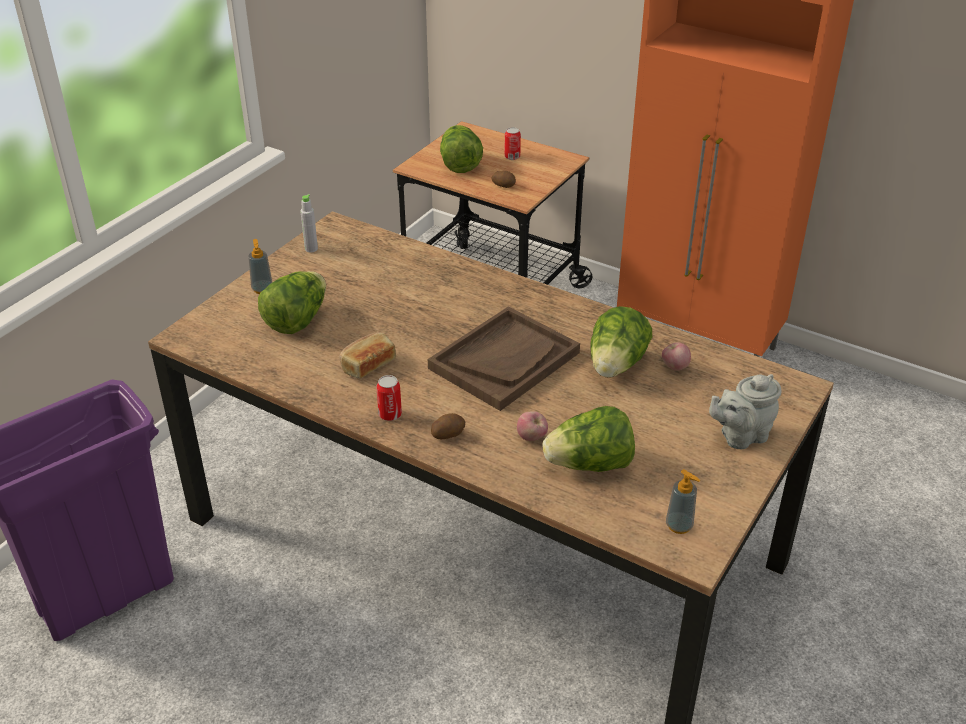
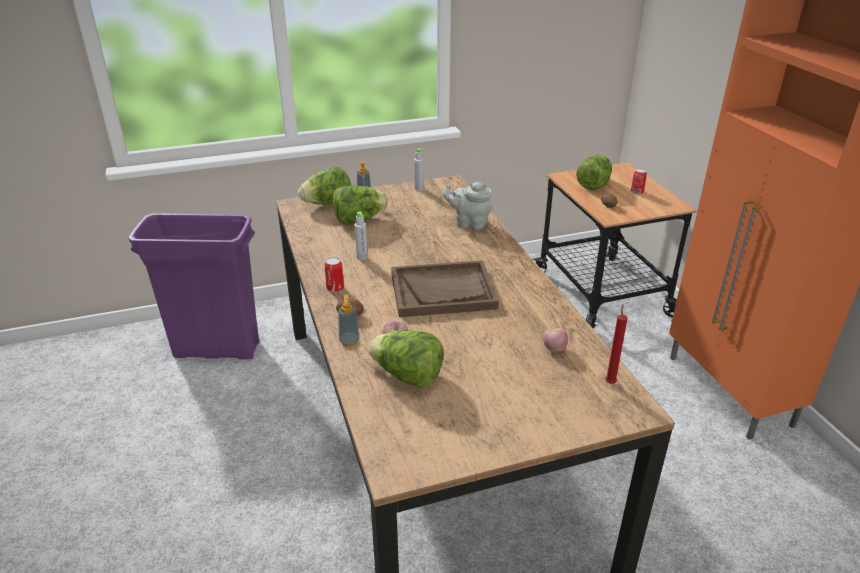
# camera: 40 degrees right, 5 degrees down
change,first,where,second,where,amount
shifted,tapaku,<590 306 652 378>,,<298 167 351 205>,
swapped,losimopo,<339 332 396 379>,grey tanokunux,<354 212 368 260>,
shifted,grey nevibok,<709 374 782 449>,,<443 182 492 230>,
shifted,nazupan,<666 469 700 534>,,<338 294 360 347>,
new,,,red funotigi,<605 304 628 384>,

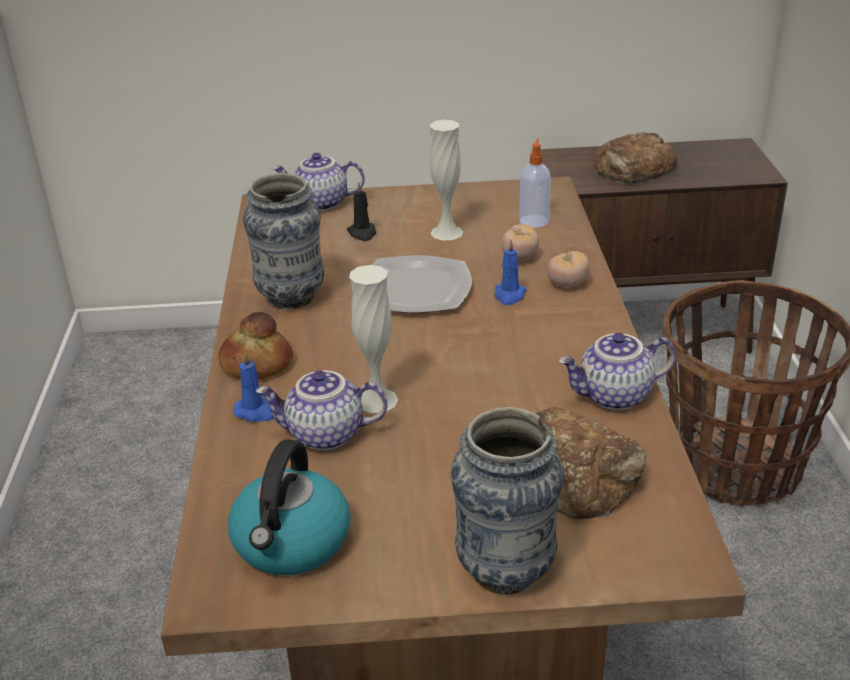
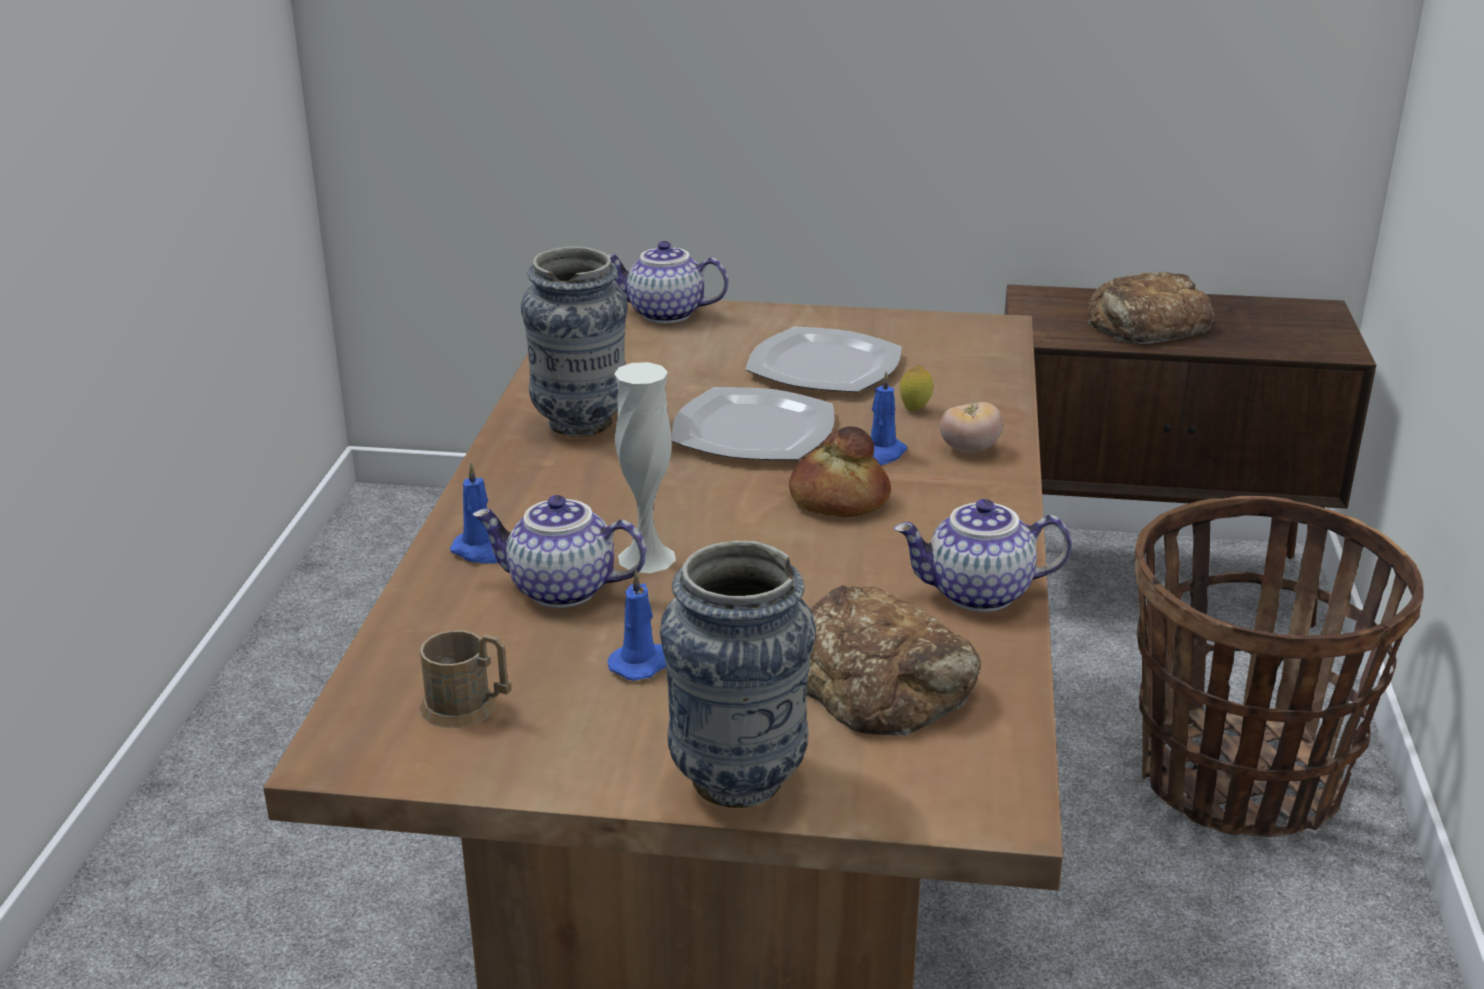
# camera: 10 degrees right, 5 degrees down
change,first,where,second,where,amount
swapped,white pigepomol,<430 120 463 241>,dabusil,<745 327 902 392>,
gone,nazupan,<519 138 551 228>,,,
gone,black funotigi,<347 181 376 241>,,,
swapped,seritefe,<501 224 539 261>,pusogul,<900 365 933 411>,
shifted,losimopo,<218 312 293 379>,,<789 426 891 517>,
swapped,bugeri,<228 440 350 575>,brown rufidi,<420 630 512 728>,
new,,,blue funotigi,<607 569 666 681>,

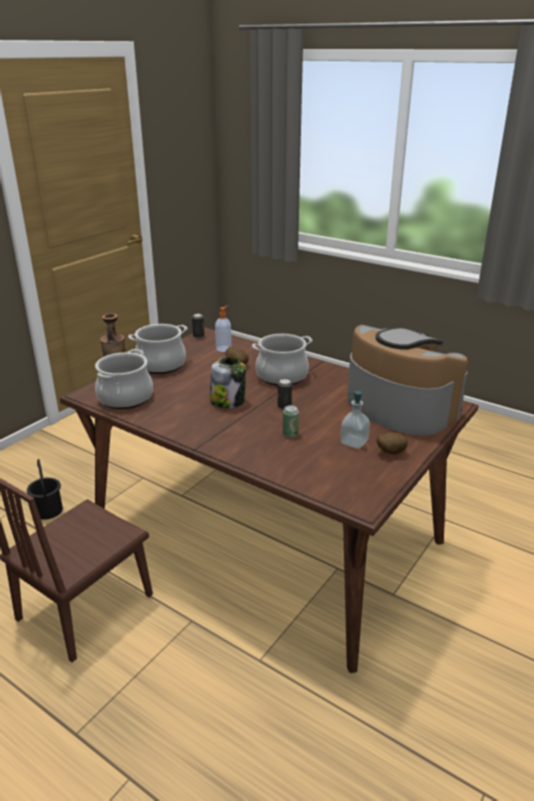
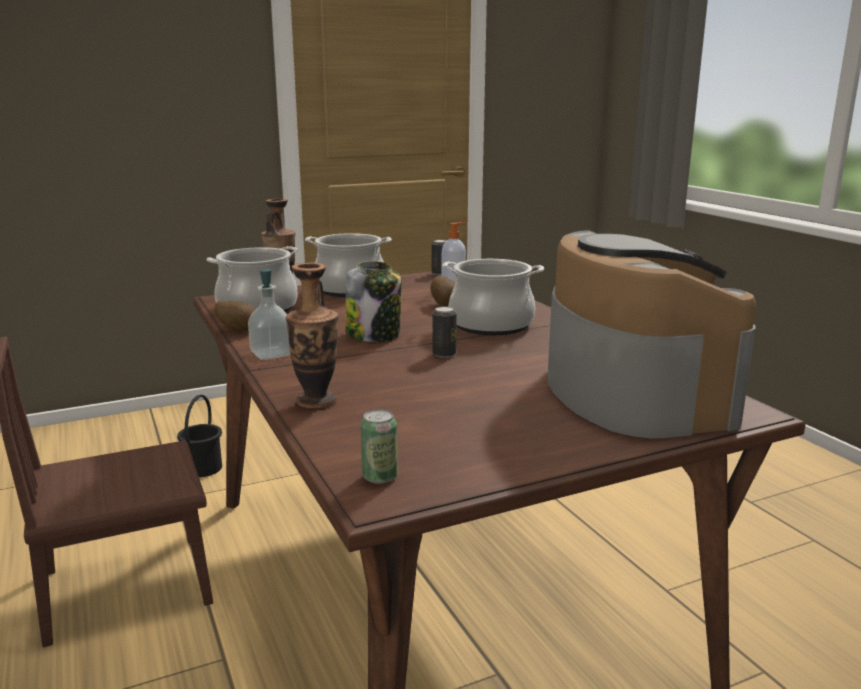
# camera: 30 degrees right, 10 degrees down
change,first,where,second,where,amount
shifted,nazupan,<340 391 370 449>,,<248 269 291 360>,
shifted,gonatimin,<283 405 299 437>,,<360 409 398 484>,
shifted,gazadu,<377 432 408 454>,,<215 301 256 332>,
new,,,pigepomol,<286 263 338 409>,

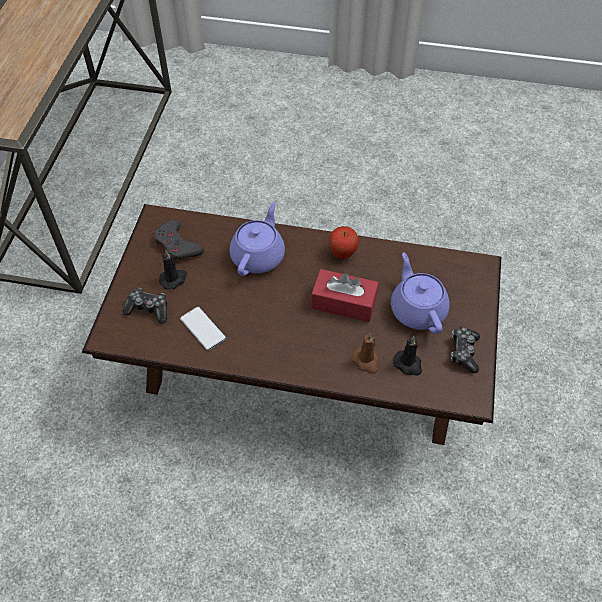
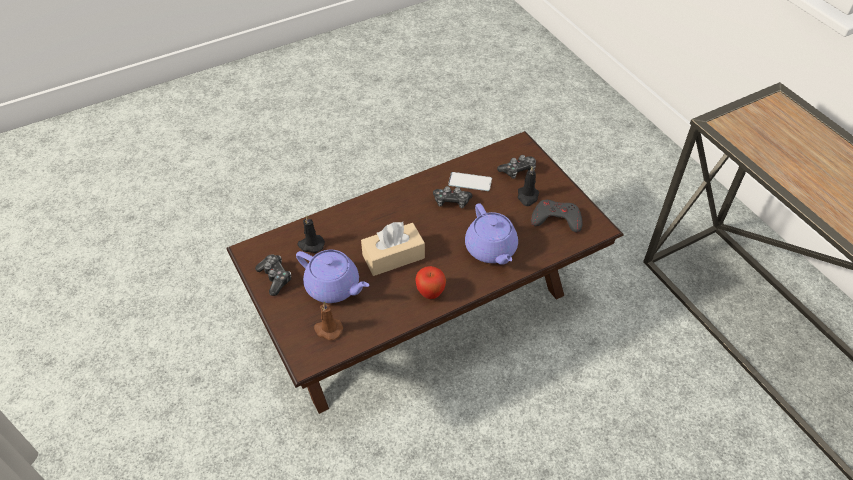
# camera: 140 degrees right, 5 degrees down
change,first,where,second,where,amount
repainted,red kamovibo,<311 269 379 322>,beige kamovibo,<361 222 425 276>,
shifted,brown funotigi,<352 333 380 374>,,<314 302 343 341>,
new,,,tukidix,<433 186 473 208>,

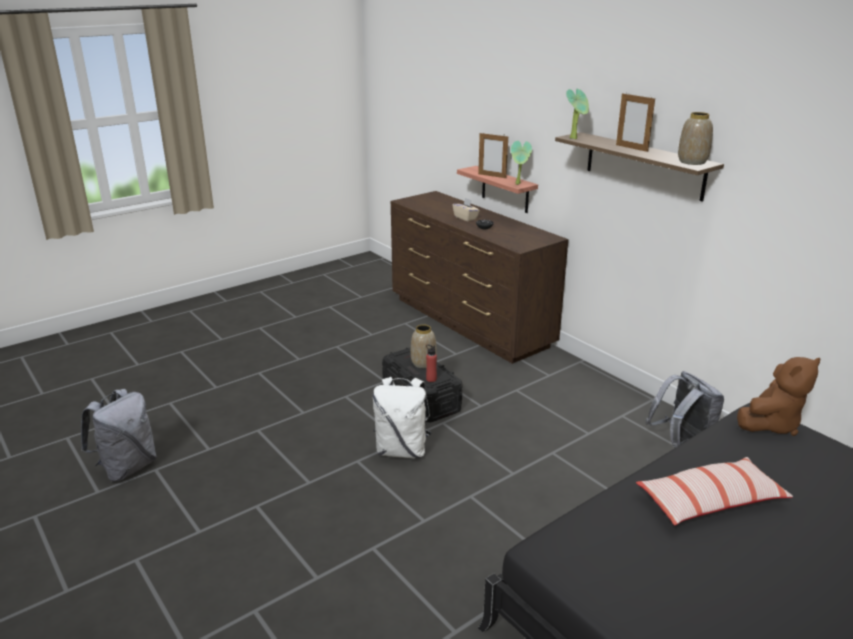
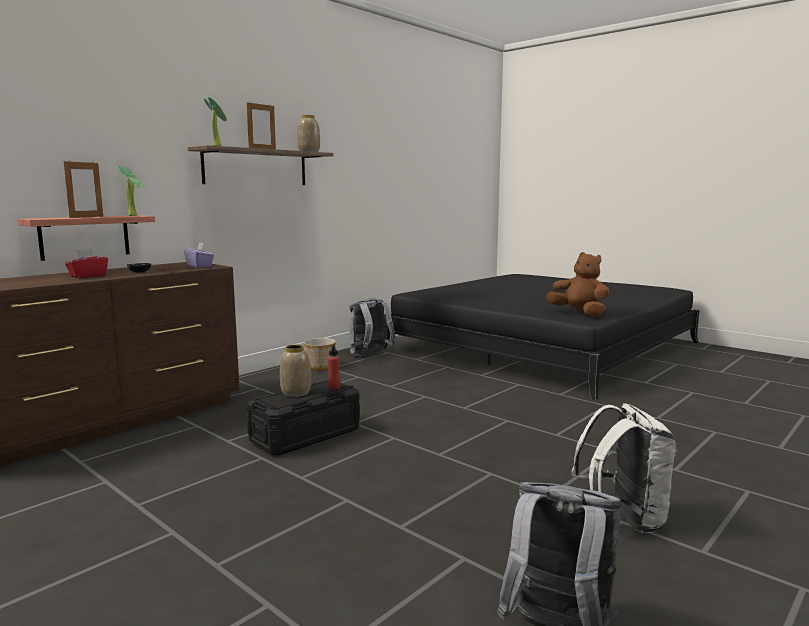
# camera: 100 degrees left, 15 degrees down
change,first,where,second,where,amount
repainted,beige kamovibo,<453 198 480 221>,red kamovibo,<65 249 108 278>,
shifted,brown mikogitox,<737 357 821 436>,,<547 252 609 317>,
shifted,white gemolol,<373 377 432 458>,,<571 403 677 533>,
gone,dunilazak,<636 457 793 525>,,,
new,,,purple kamovibo,<184 242 214 268>,
new,,,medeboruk,<304 338 336 370>,

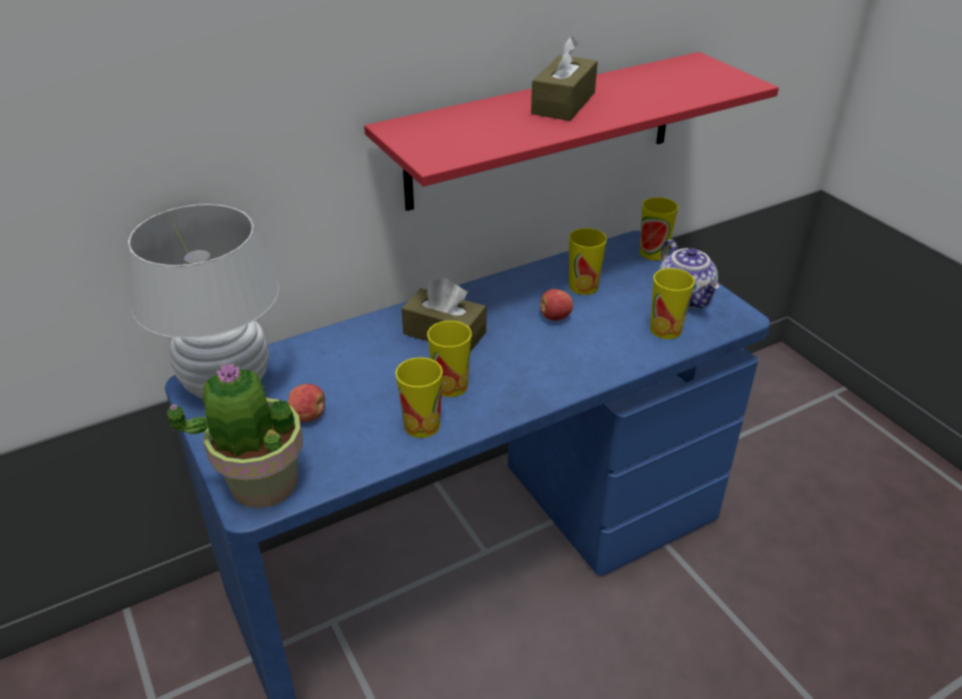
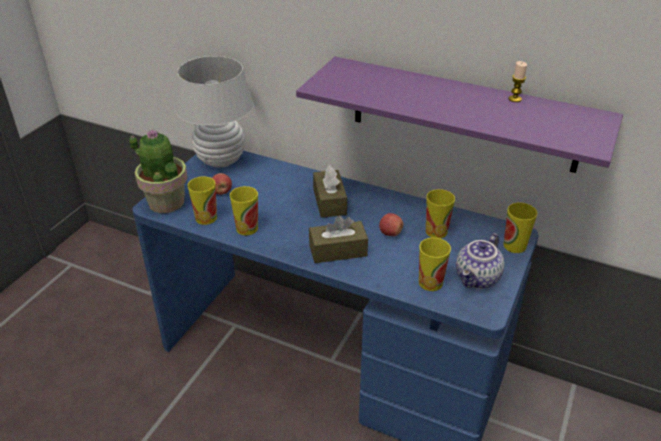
# camera: 55 degrees right, 0 degrees up
change,first,where,second,where,amount
shifted,brown kamovibo,<531 36 598 121>,,<309 216 368 263>,
repainted,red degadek,<364 52 779 211>,purple degadek,<296 57 623 173>,
shifted,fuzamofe,<427 321 472 397>,,<187 177 217 225>,
new,,,funotigi,<508 61 527 102>,

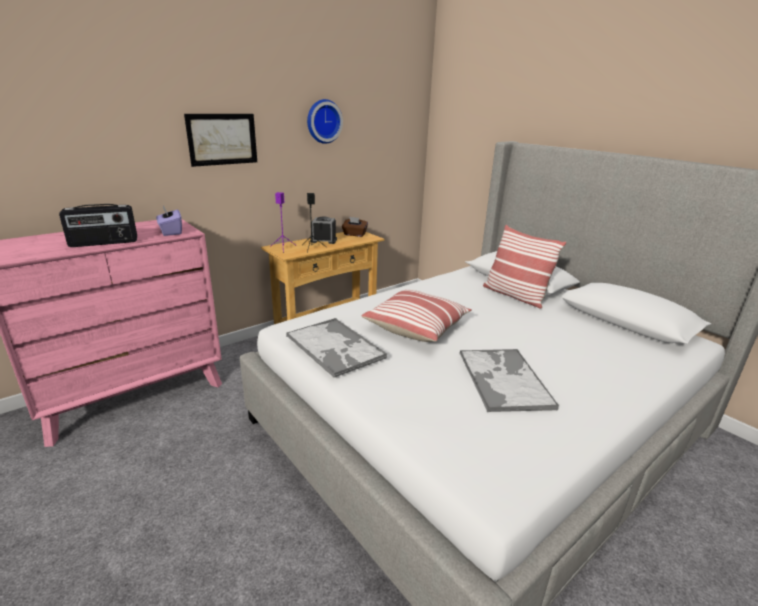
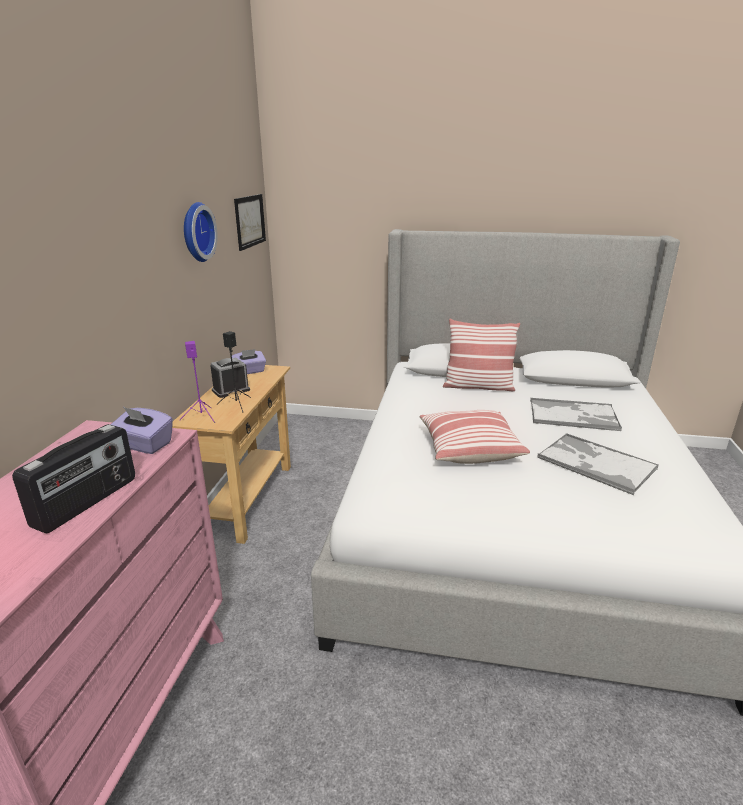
# camera: 40 degrees left, 0 degrees up
change,first,where,second,where,amount
shifted,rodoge,<184 114 257 167>,,<234 194 266 251>,
repainted,brown kamovibo,<342 217 368 237>,purple kamovibo,<232 349 266 374>,
shifted,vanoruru,<286 318 387 378>,,<530 398 622 431>,

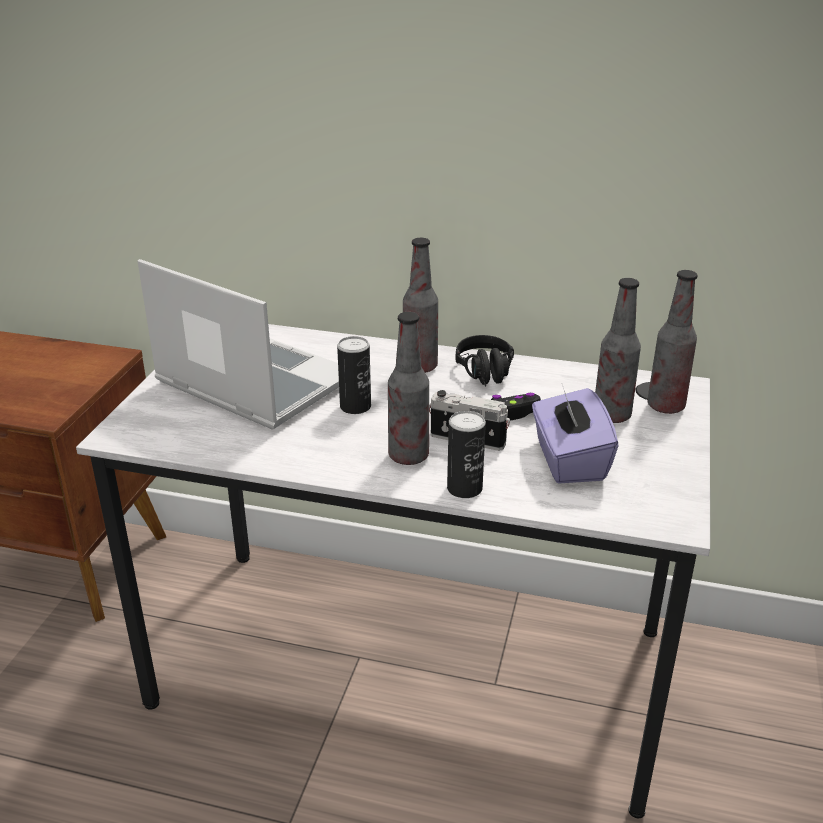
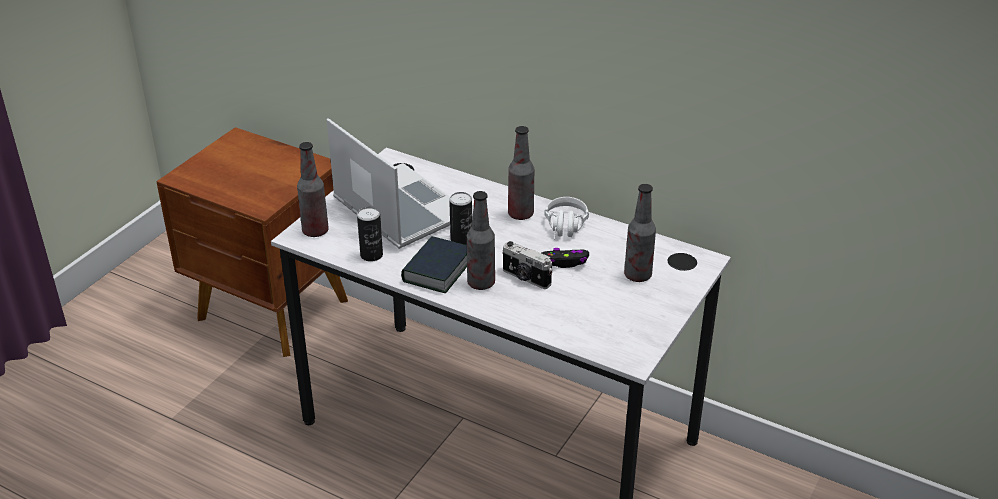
# camera: 15 degrees right, 5 degrees up
change,first,where,second,where,amount
shifted,tanokunux,<647 270 698 414>,,<297 142 329 237>,
repainted,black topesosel,<455 335 514 387>,white topesosel,<545 197 589 240>,
gone,purple kamovibo,<532 384 619 484>,,,
shifted,gonatimin,<447 411 486 498>,,<357 207 383 262>,
new,,,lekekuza,<401 236 467 293>,

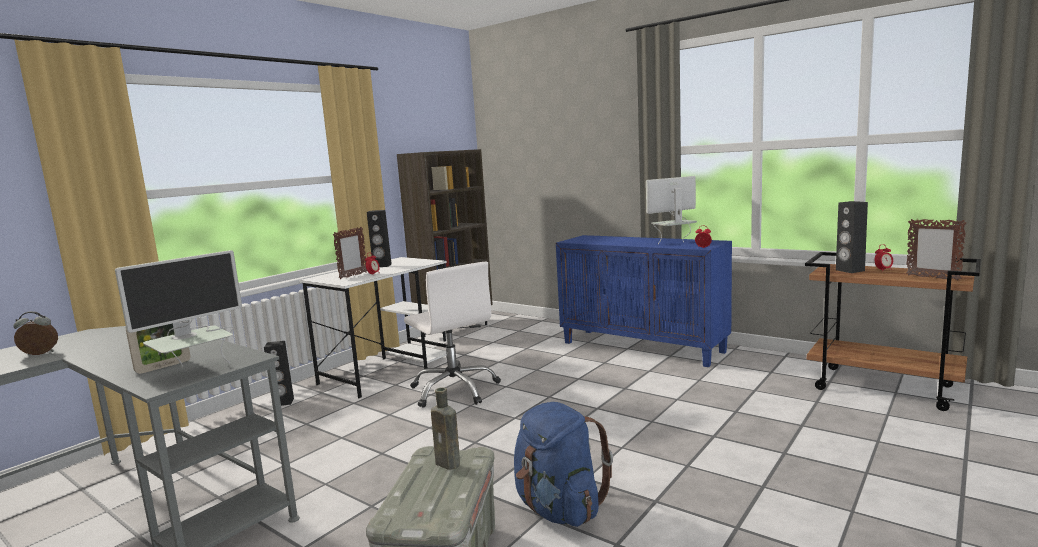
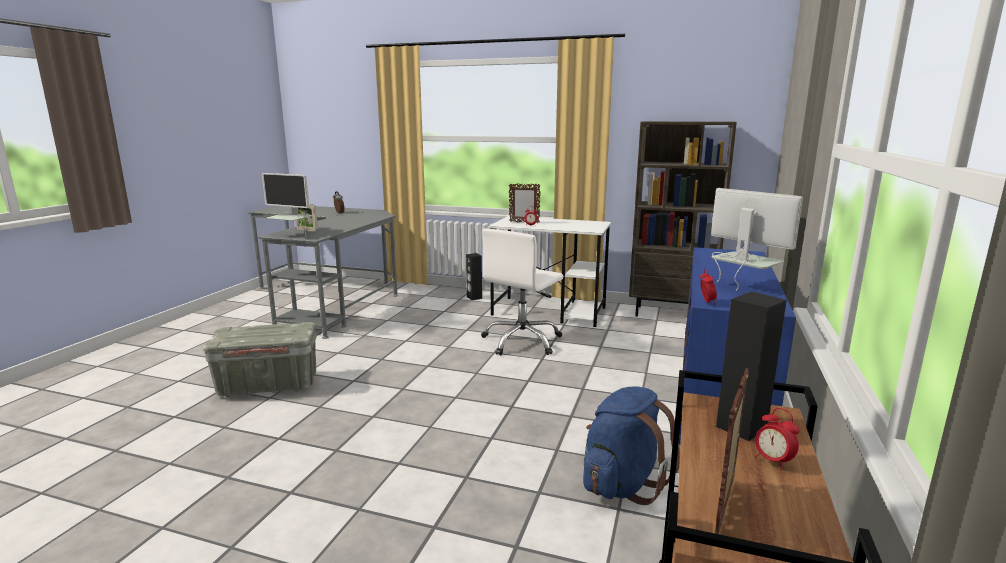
# camera: 70 degrees right, 5 degrees up
change,first,where,second,where,amount
gone,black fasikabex,<367 210 392 267>,,,
gone,brown tanokunux,<431 387 460 470>,,,
shifted,blue gemolol,<514 402 613 527>,,<583 387 680 505>,

